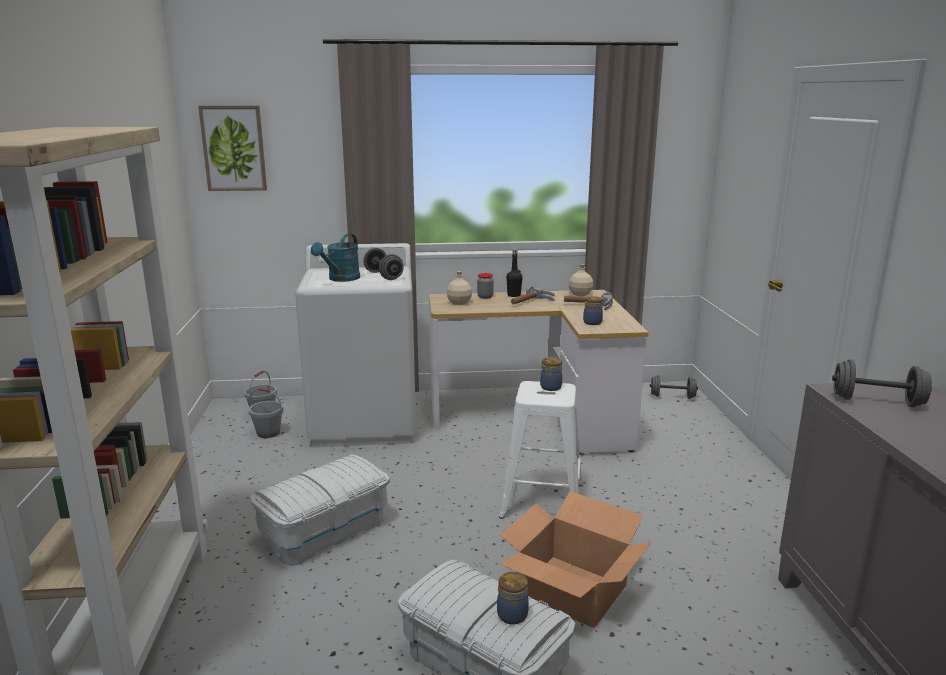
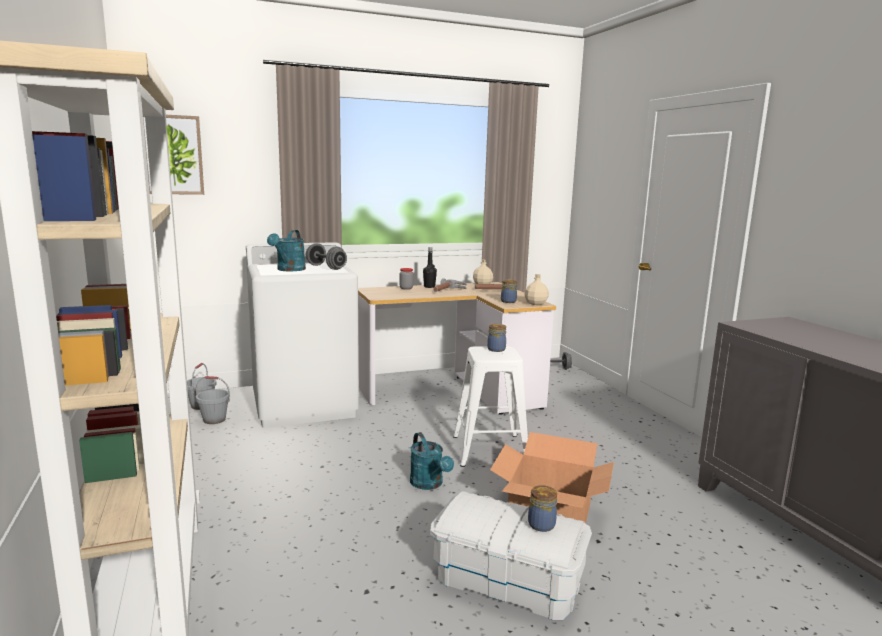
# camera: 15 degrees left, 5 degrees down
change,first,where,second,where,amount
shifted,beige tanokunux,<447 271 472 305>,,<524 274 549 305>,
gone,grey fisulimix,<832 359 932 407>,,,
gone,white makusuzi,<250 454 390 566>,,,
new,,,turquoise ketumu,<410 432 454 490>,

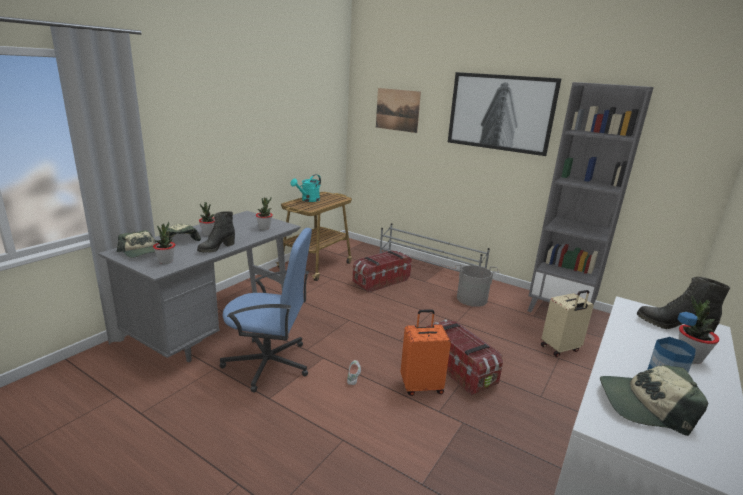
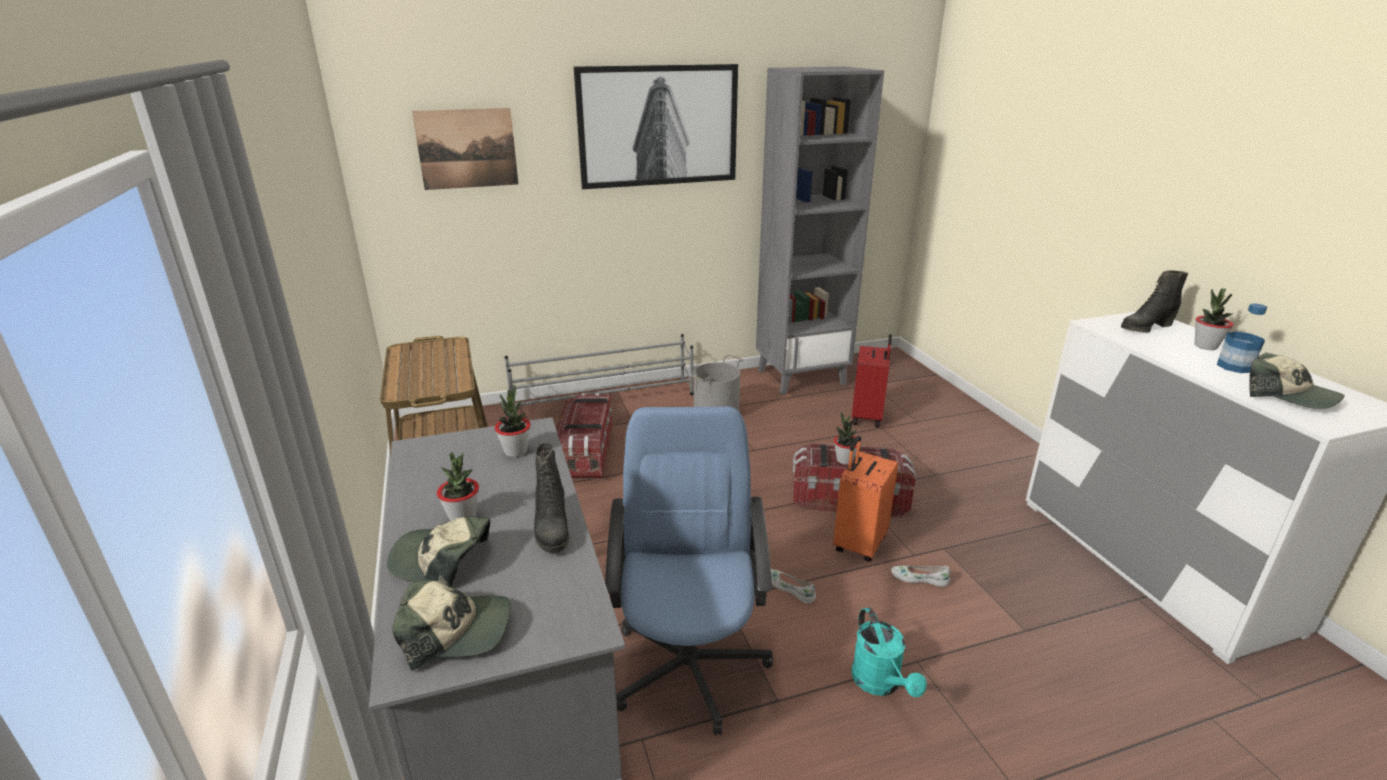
# camera: 50 degrees left, 5 degrees up
change,first,where,second,where,amount
shifted,turquoise ketumu,<291 174 321 202>,,<851 608 927 697>,
shifted,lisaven,<153 222 175 264>,,<834 412 857 465>,
rotated,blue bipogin,<219 228 312 393>,,<605 406 773 735>,45 degrees counterclockwise
repainted,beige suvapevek,<541 290 594 357>,red suvapevek,<852 334 892 428>,
rotated,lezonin,<600 365 708 436>,,<1250 352 1345 409>,90 degrees counterclockwise
new,,,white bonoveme,<891 566 950 587>,

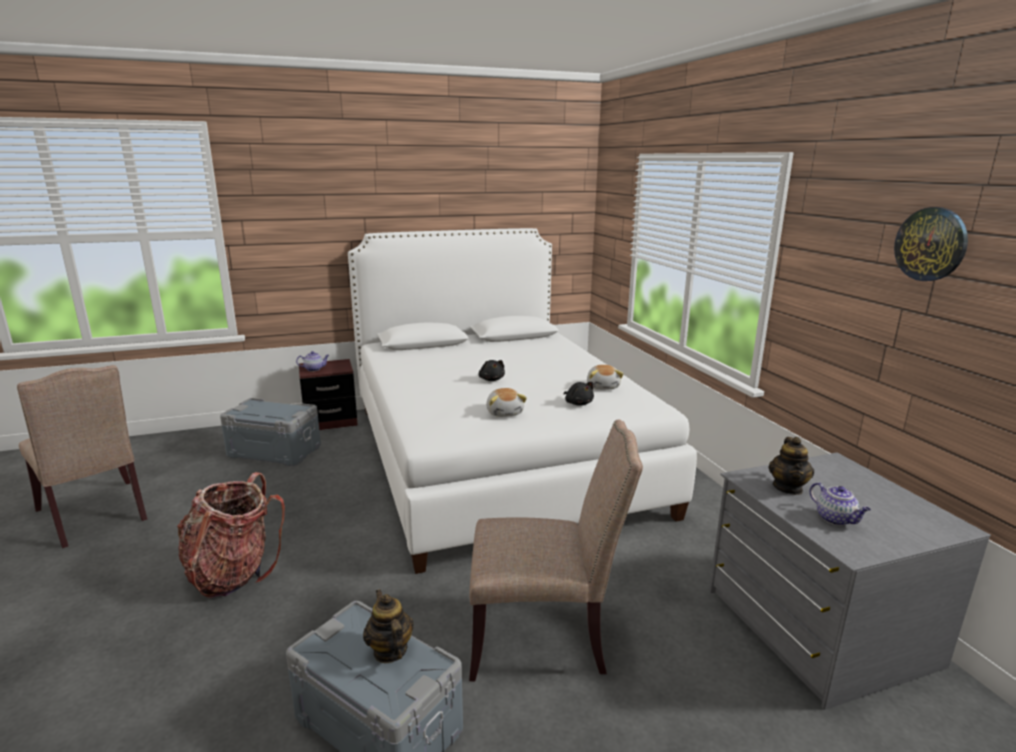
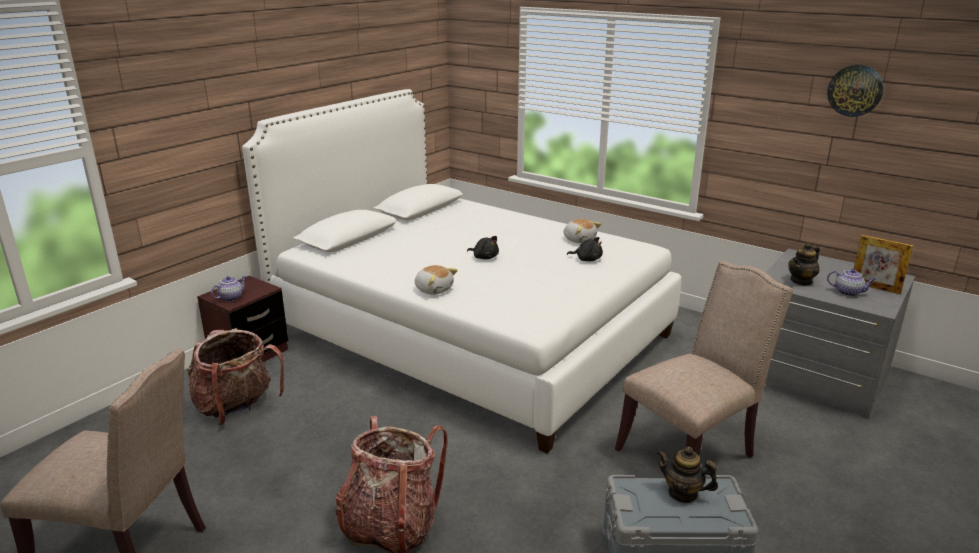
# camera: 35 degrees left, 5 degrees up
change,first,where,second,where,amount
shifted,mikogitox,<486 388 527 417>,,<415 265 458 295>,
swapped,grey makusuzi,<220 398 321 466>,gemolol,<187 328 284 425>,
rotated,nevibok,<768 437 814 495>,,<788 243 820 286>,75 degrees clockwise
new,,,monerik,<854 235 913 294>,

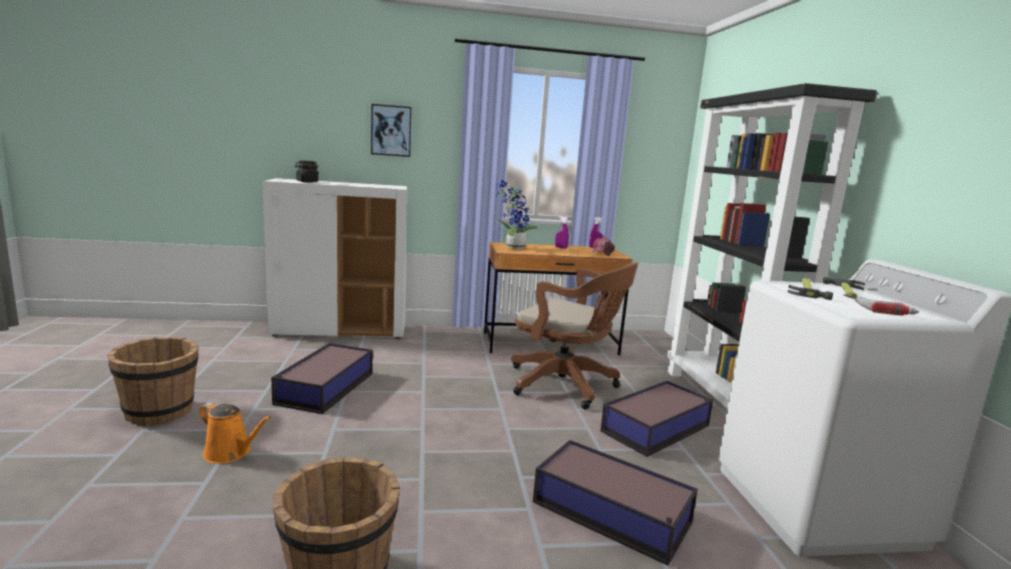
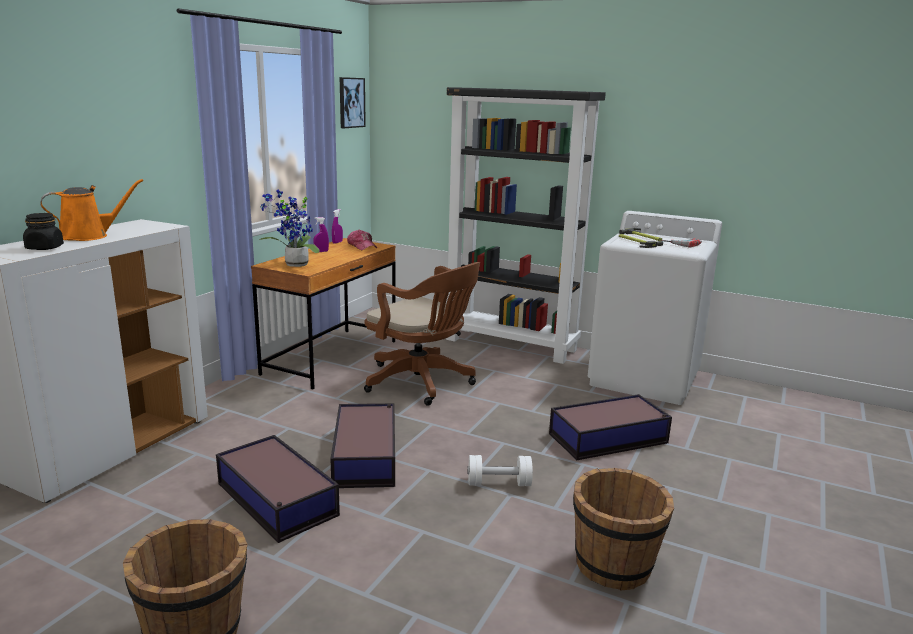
# camera: 55 degrees left, 5 degrees up
change,first,where,second,where,amount
shifted,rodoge,<371 104 412 157>,,<339 77 366 128>,
rotated,brown bipogin,<511 262 638 409>,,<364 262 480 406>,60 degrees clockwise
shifted,makusuzi,<600 381 713 457>,,<330 403 395 488>,
shifted,orange ketumu,<199 402 271 464>,,<40 179 144 241>,
new,,,white fisulimix,<467 455 533 486>,

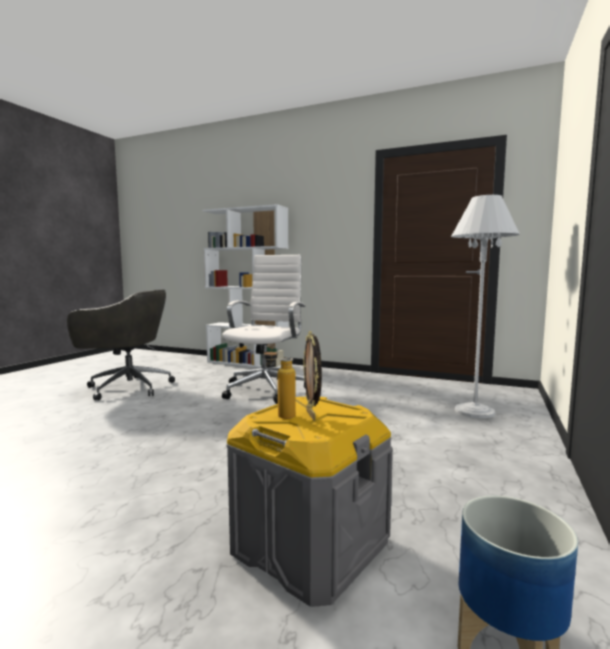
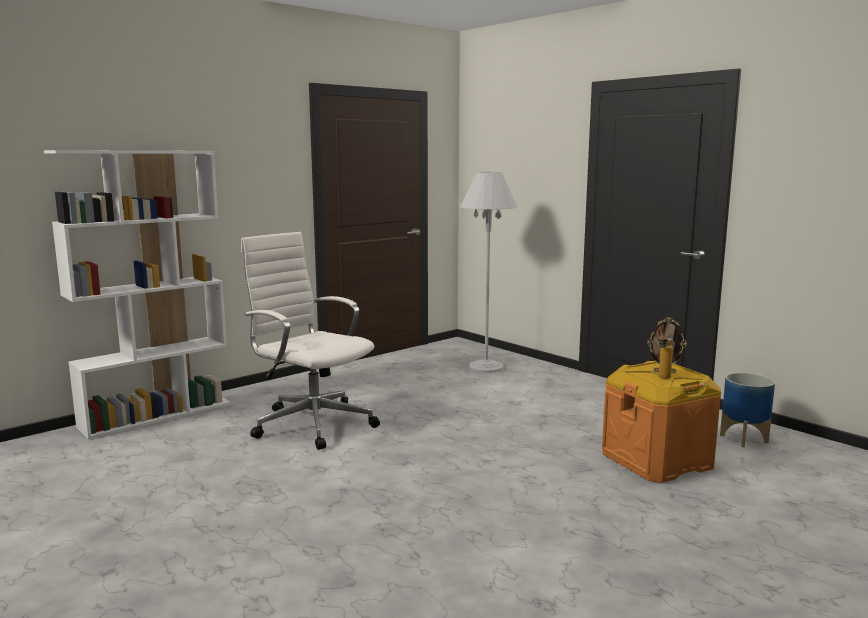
# camera: 65 degrees left, 5 degrees up
change,first,where,second,where,amount
gone,grey bipogin,<67 289 175 400>,,,
repainted,grey makusuzi,<227 397 393 607>,orange makusuzi,<602 361 721 483>,

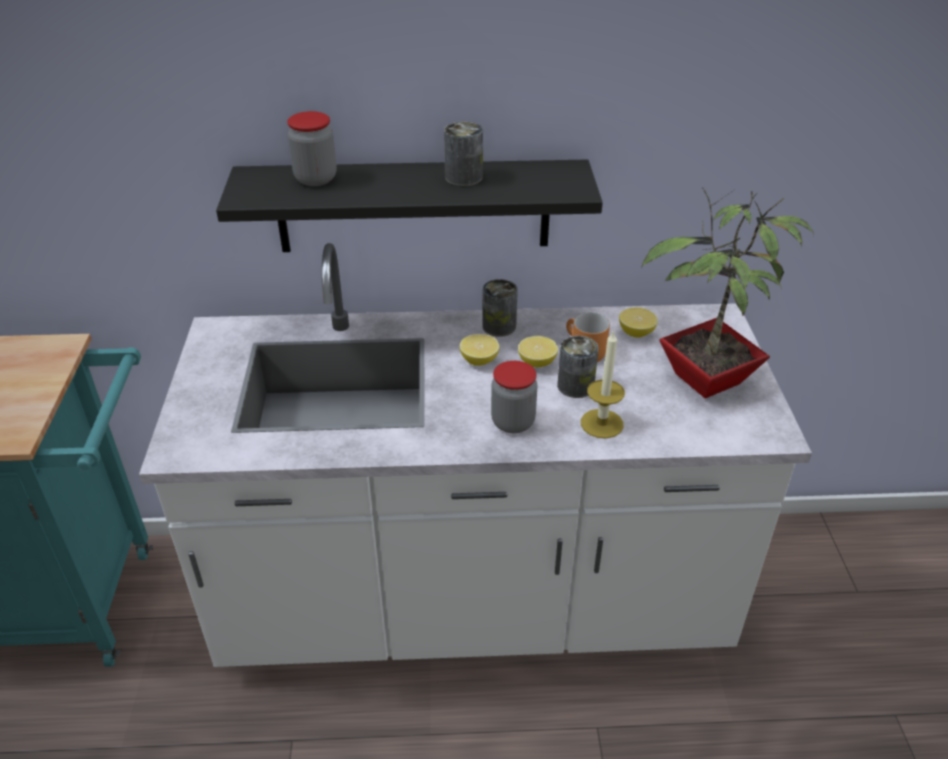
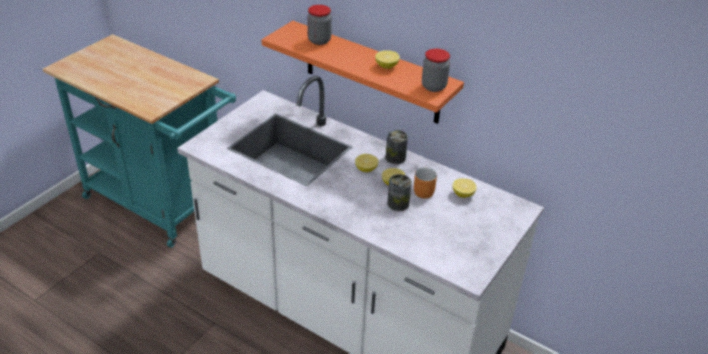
# camera: 35 degrees right, 0 degrees up
change,first,where,second,where,amount
swapped,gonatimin,<444 121 483 186>,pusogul,<375 50 400 69>,
repainted,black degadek,<216 159 603 252>,orange degadek,<262 21 464 124>,
gone,lisaven,<642 187 814 398>,,,
gone,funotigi,<581 329 625 438>,,,
shifted,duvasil,<491 361 538 433>,,<422 49 450 92>,

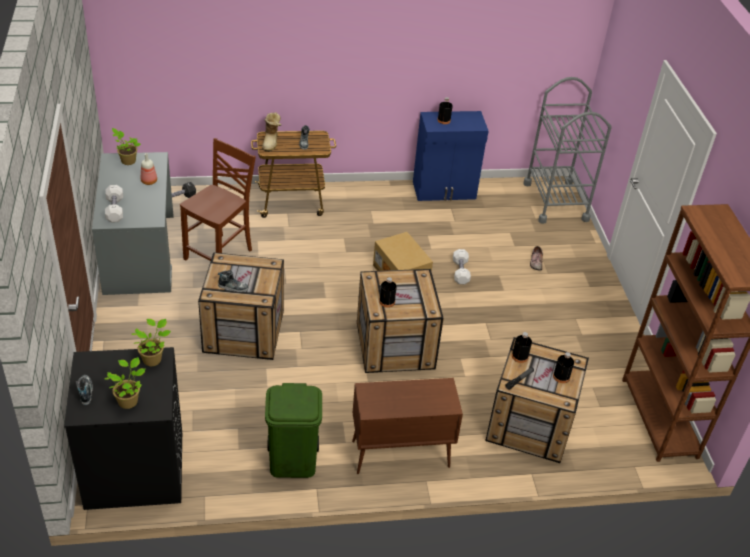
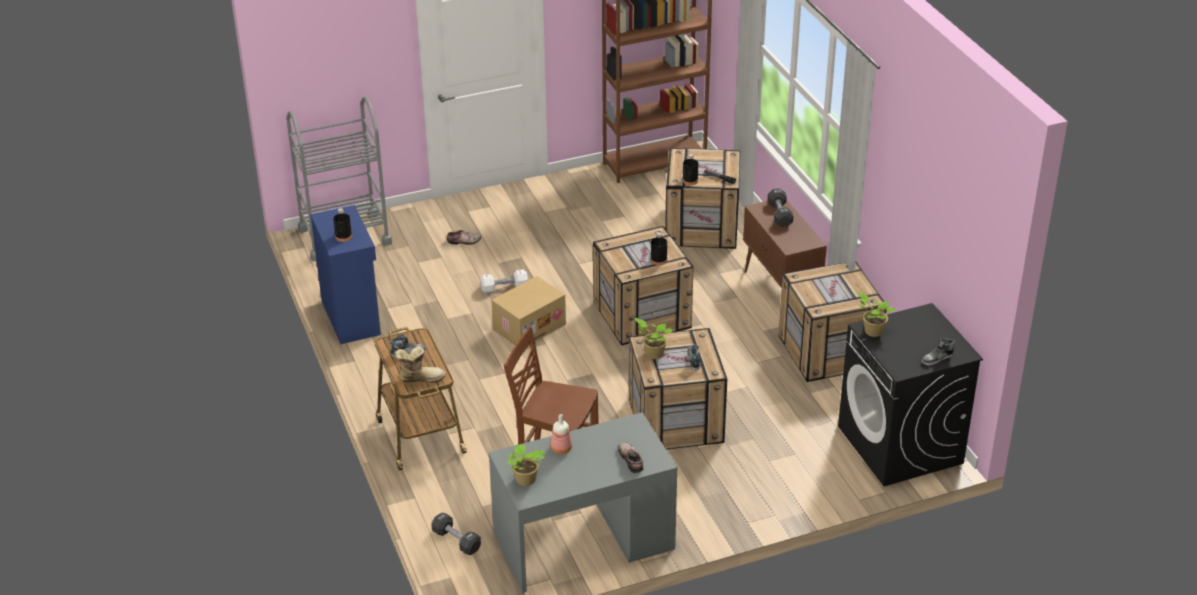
# camera: 100 degrees left, 5 degrees down
change,first,where,second,where,amount
swapped,white fisulimix,<105 185 123 223>,bonoveme,<618 442 643 473>,
gone,black tanokunux,<553 352 574 383>,,,
shifted,lisaven,<105 357 146 409>,,<634 318 673 359>,
swapped,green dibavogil,<265 383 322 478>,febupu,<779 262 886 382>,
new,,,black fisulimix,<767 189 793 227>,

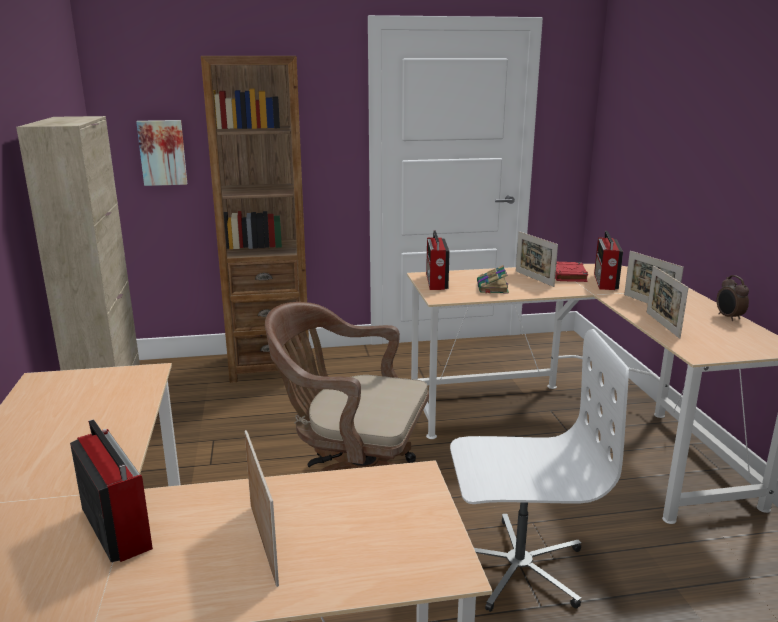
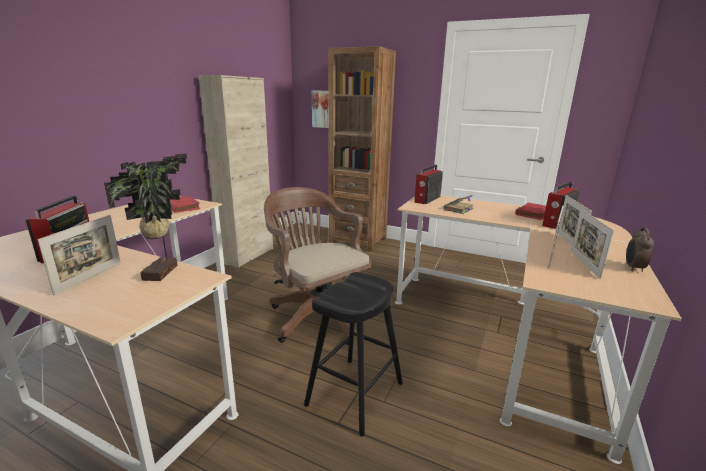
# camera: 35 degrees right, 0 degrees up
change,first,where,second,where,amount
shifted,monerik,<516 231 558 287>,,<571 209 614 279>,
swapped,white bipogin,<450 329 629 612>,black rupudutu,<304 272 403 437>,
new,,,lisaven,<104 154 187 281>,
new,,,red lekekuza,<170 196 200 213>,

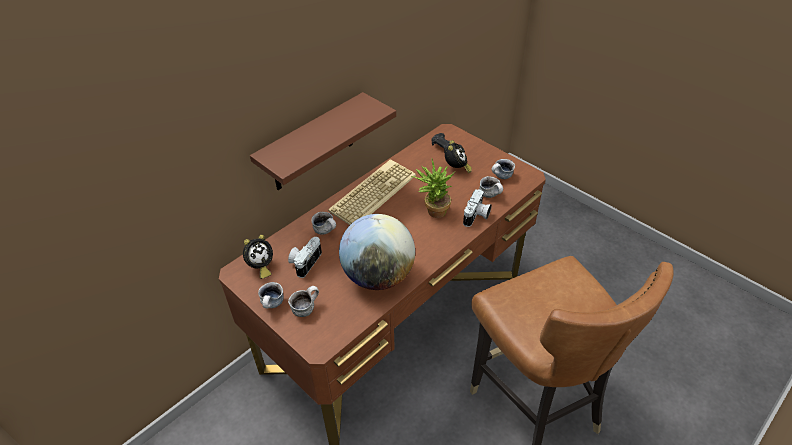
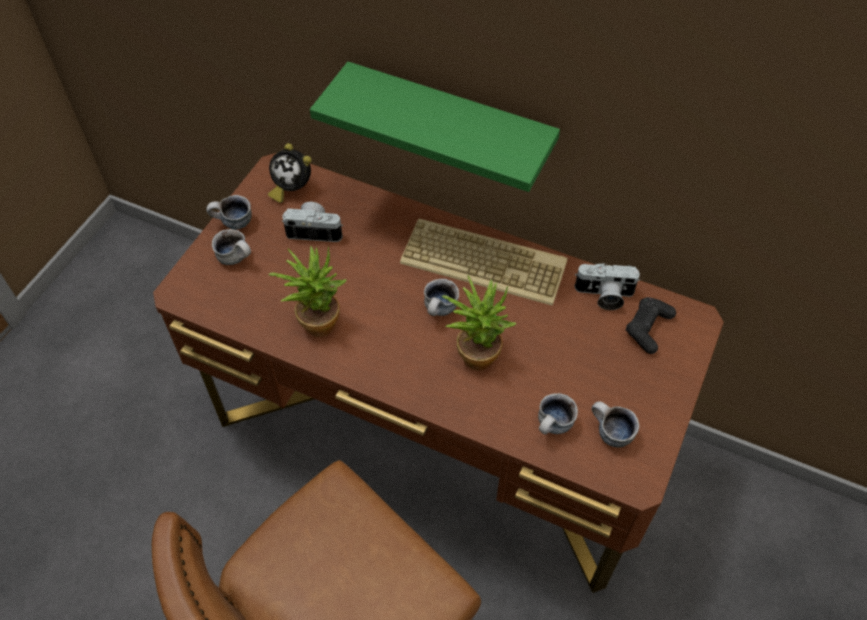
# camera: 70 degrees right, 10 degrees up
change,first,where,second,where,amount
repainted,brown degadek,<250 92 396 190>,green degadek,<310 62 560 192>,
gone,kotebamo,<445 140 472 173>,,,
shifted,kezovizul,<463 189 492 227>,,<574 263 640 310>,
shifted,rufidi,<311 212 336 234>,,<424 279 459 316>,
swapped,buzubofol,<339 214 415 290>,lisaven,<269 246 347 337>,

